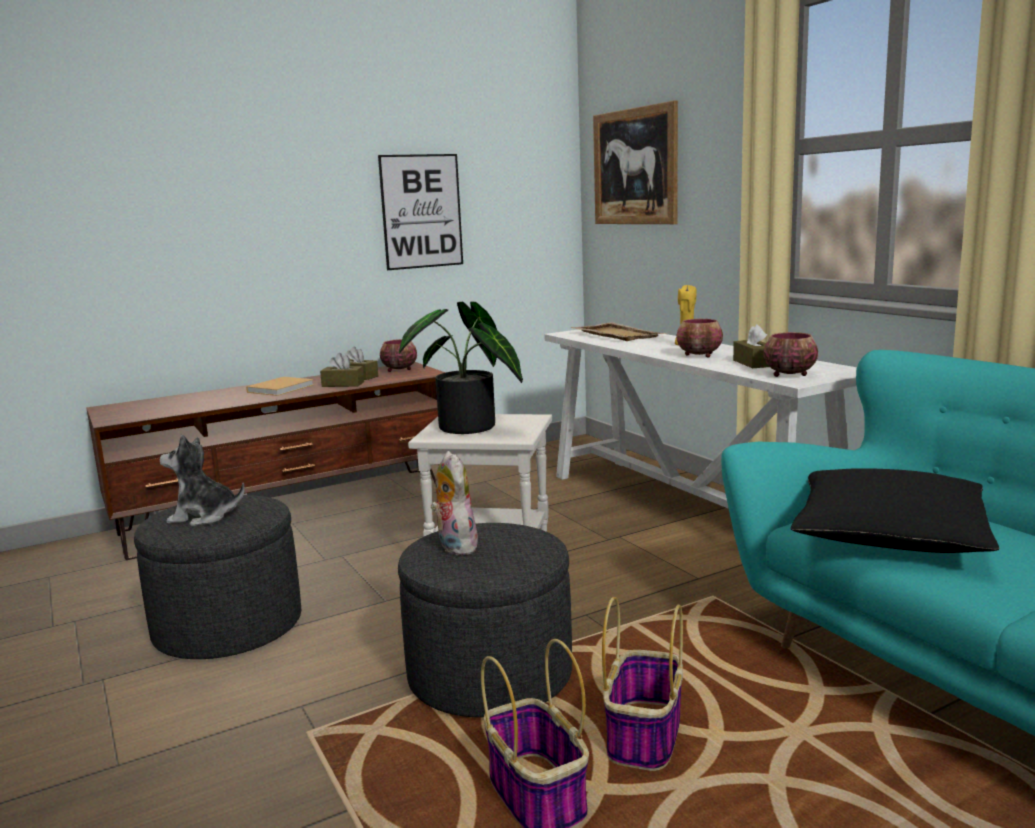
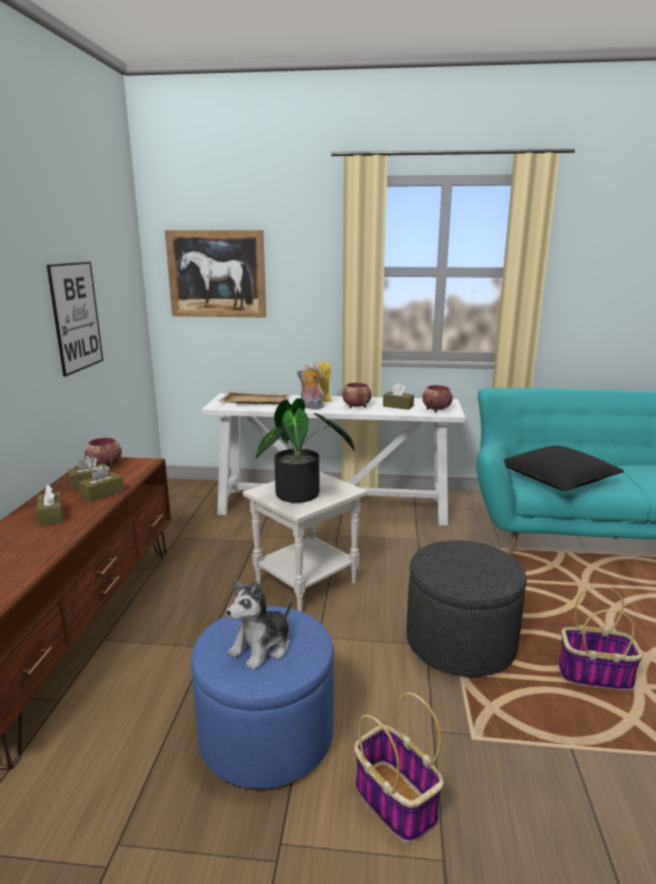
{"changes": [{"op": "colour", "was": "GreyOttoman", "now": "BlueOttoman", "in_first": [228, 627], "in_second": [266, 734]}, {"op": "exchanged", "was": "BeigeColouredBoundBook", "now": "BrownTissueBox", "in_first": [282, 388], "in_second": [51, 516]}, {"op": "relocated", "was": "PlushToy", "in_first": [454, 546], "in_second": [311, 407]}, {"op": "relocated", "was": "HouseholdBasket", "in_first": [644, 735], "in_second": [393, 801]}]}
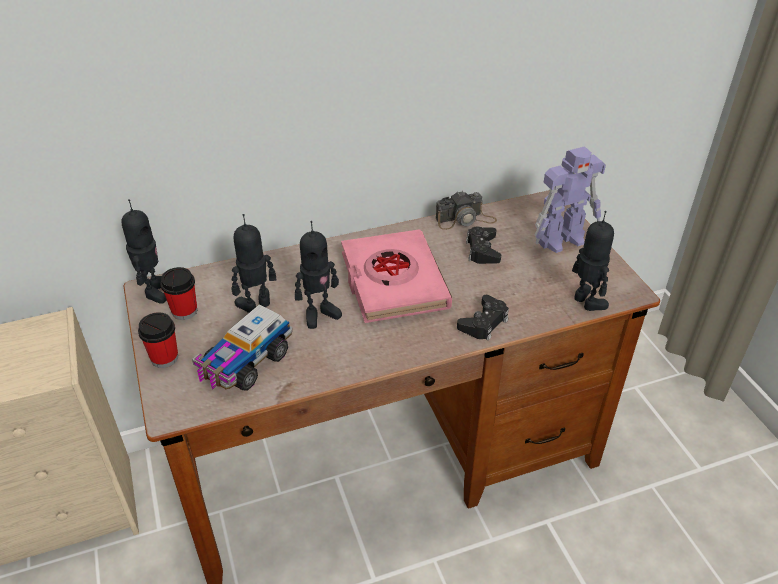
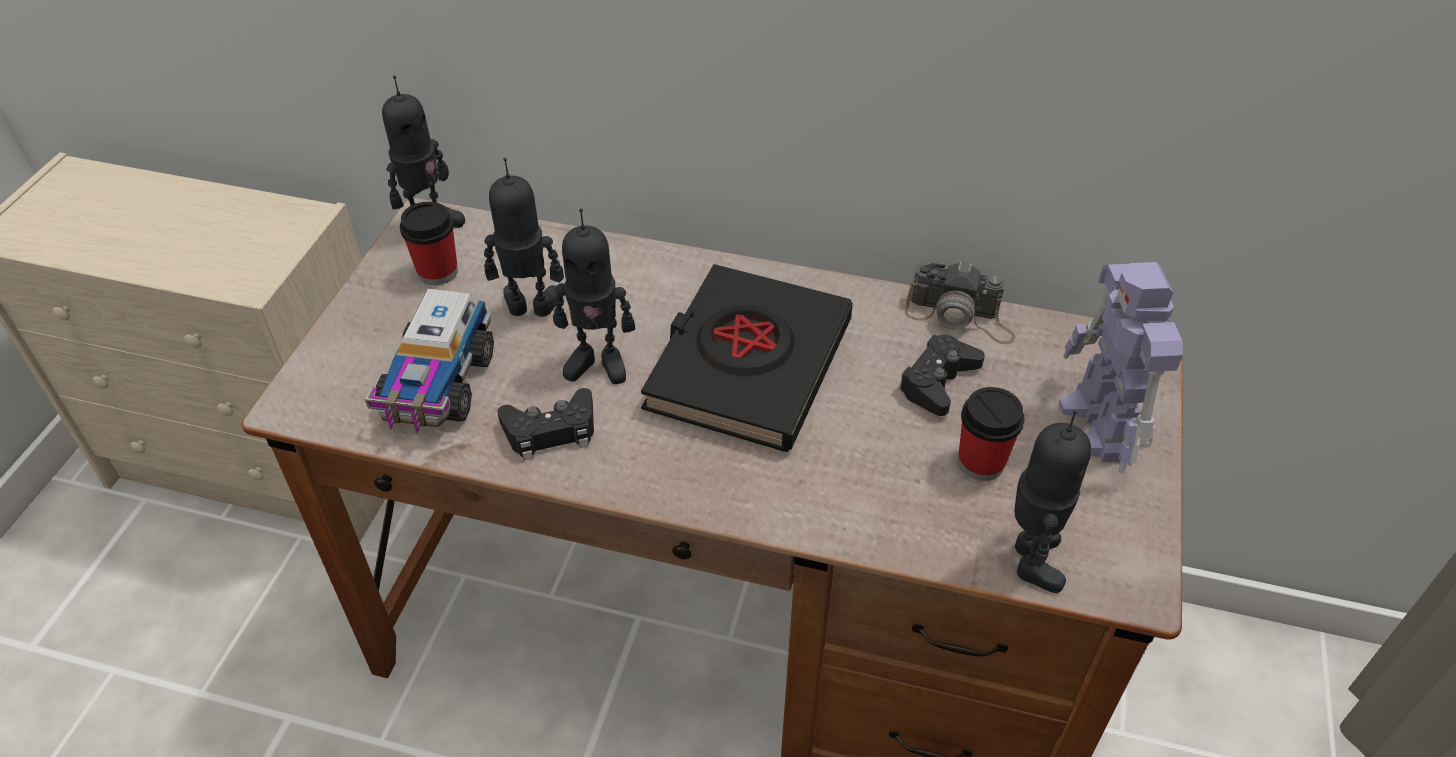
{"changes": [{"op": "relocated", "was": "SmallCup", "in_first": [164, 358], "in_second": [981, 463]}, {"op": "spun", "was": "ToyLorry", "in_first": [245, 363], "in_second": [438, 385], "clockwise": -60}, {"op": "colour", "was": "PinkBoundBook", "now": "BlackColouredBoundBook", "in_first": [393, 282], "in_second": [747, 365]}, {"op": "relocated", "was": "BlackColouredGamepad", "in_first": [484, 323], "in_second": [551, 431]}, {"op": "spun", "was": "RobotFigure", "in_first": [562, 239], "in_second": [1099, 428], "clockwise": 75}]}
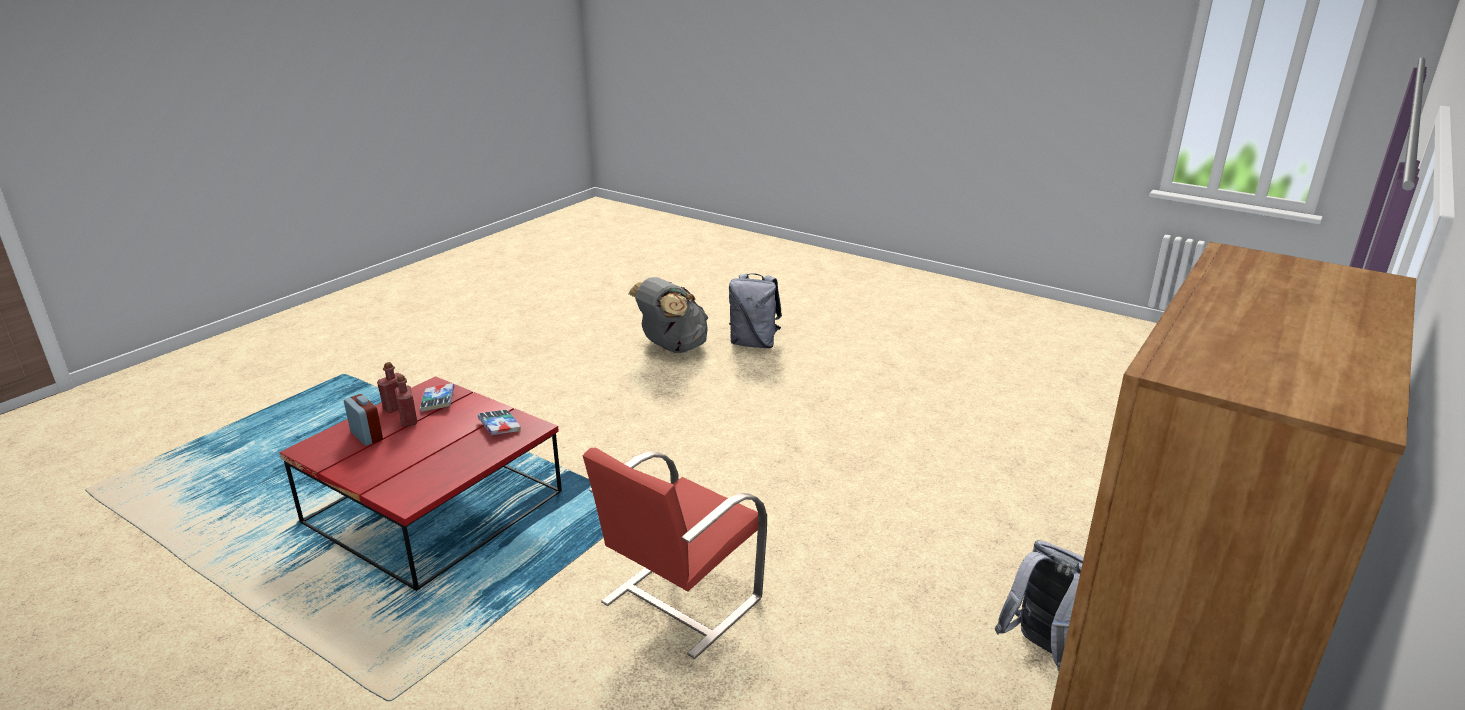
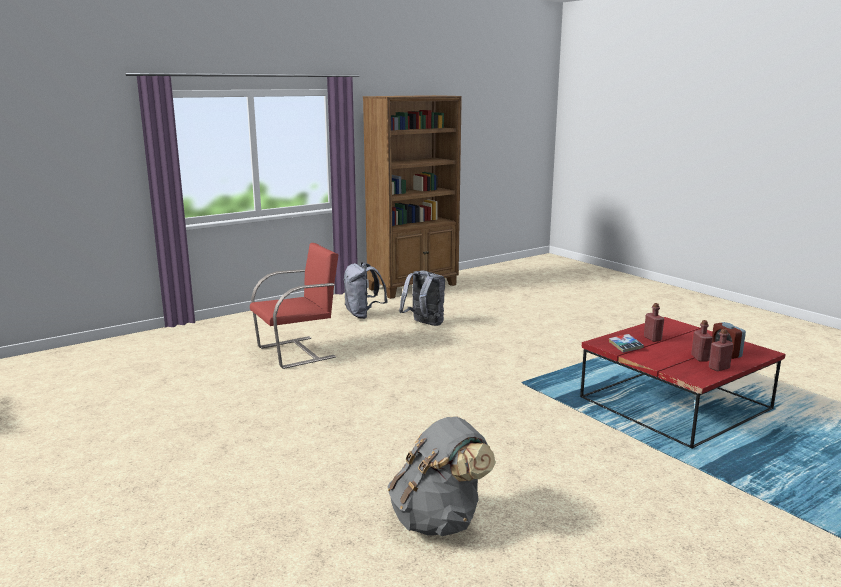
{"changes": [{"op": "missing", "was": "BoundBook", "in_first": [438, 401]}, {"op": "relocated", "was": "RedChair", "in_first": [679, 601], "in_second": [298, 352]}, {"op": "relocated", "was": "GreyBackpack", "in_first": [754, 343], "in_second": [424, 324]}, {"op": "appeared", "now": "RedBottle", "in_second": [652, 338]}]}
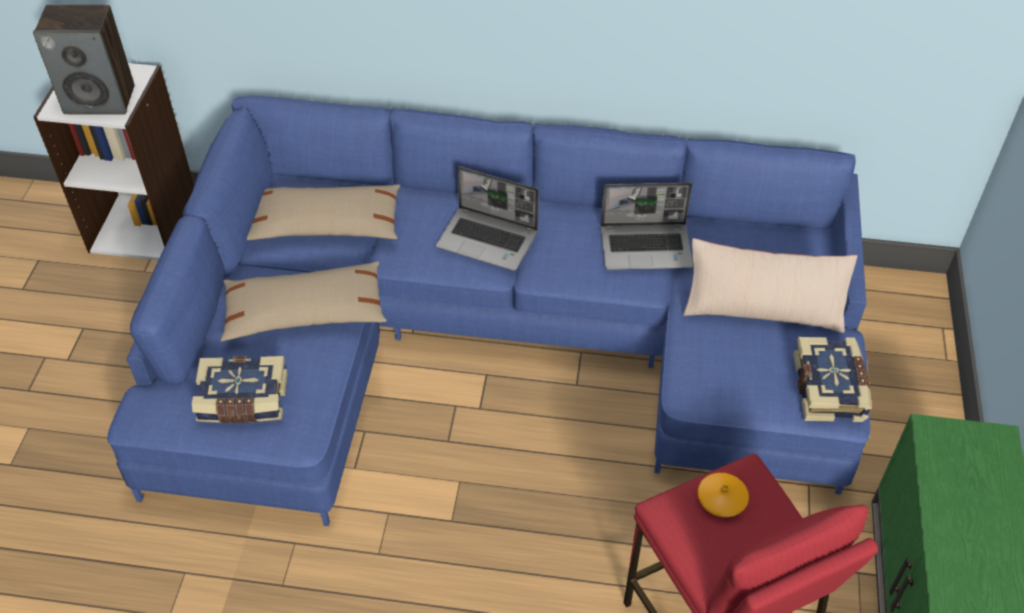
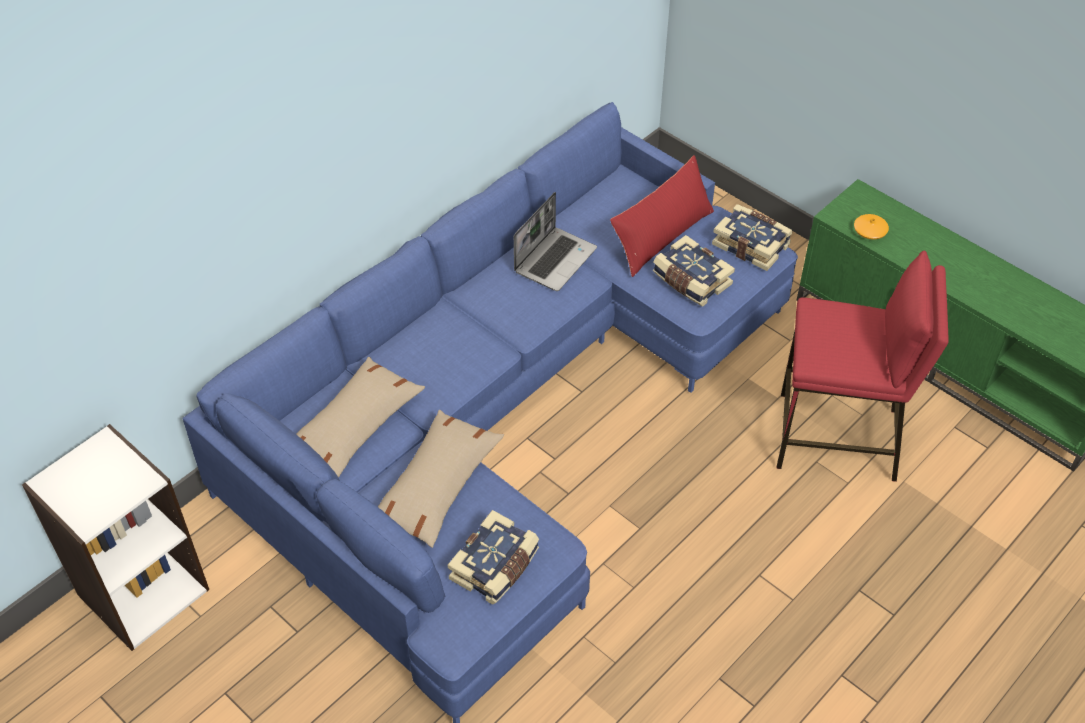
{"changes": [{"op": "missing", "was": "Speaker", "in_first": [100, 99]}, {"op": "missing", "was": "NotebookComputer", "in_first": [489, 240]}, {"op": "colour", "was": "BeigeColouredThrowPillow", "now": "RedThrowPillow", "in_first": [762, 309], "in_second": [661, 236]}, {"op": "relocated", "was": "OrangeyFlowerVase", "in_first": [721, 499], "in_second": [870, 230]}, {"op": "appeared", "now": "BoundBook", "in_second": [690, 281]}]}
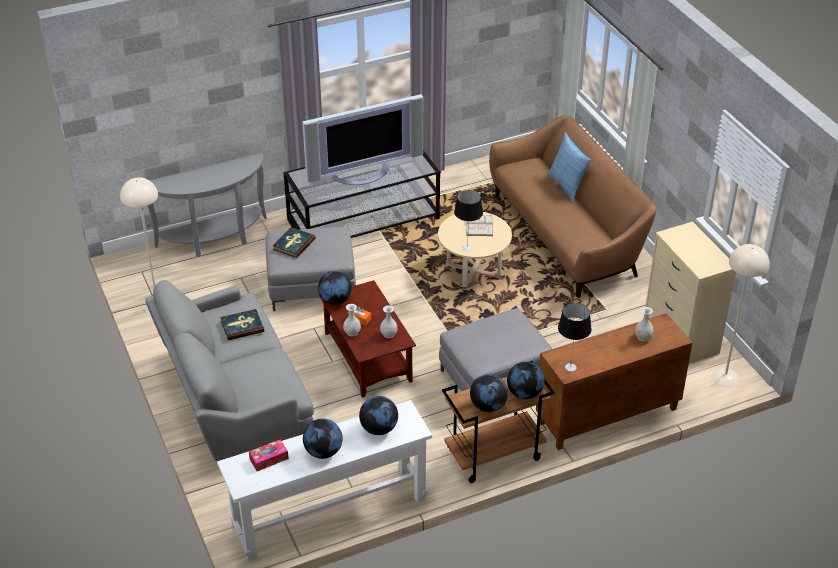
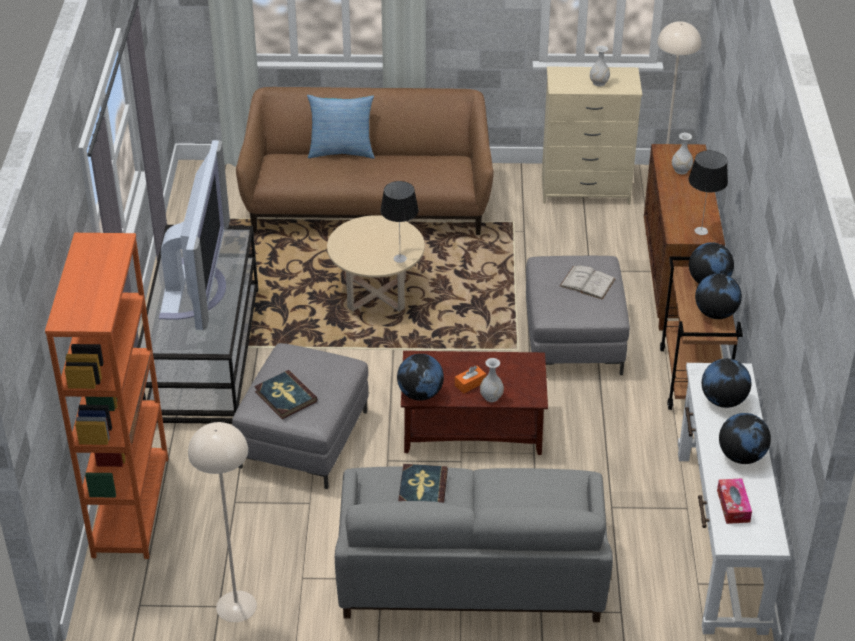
{"changes": [{"op": "exchanged", "was": "GreyNarrowTable", "now": "OrangeyBookcase", "in_first": [215, 240], "in_second": [131, 506]}, {"op": "relocated", "was": "WhiteFlowerVase", "in_first": [388, 335], "in_second": [599, 83]}, {"op": "relocated", "was": "WhiteBoundBook", "in_first": [479, 225], "in_second": [587, 282]}]}
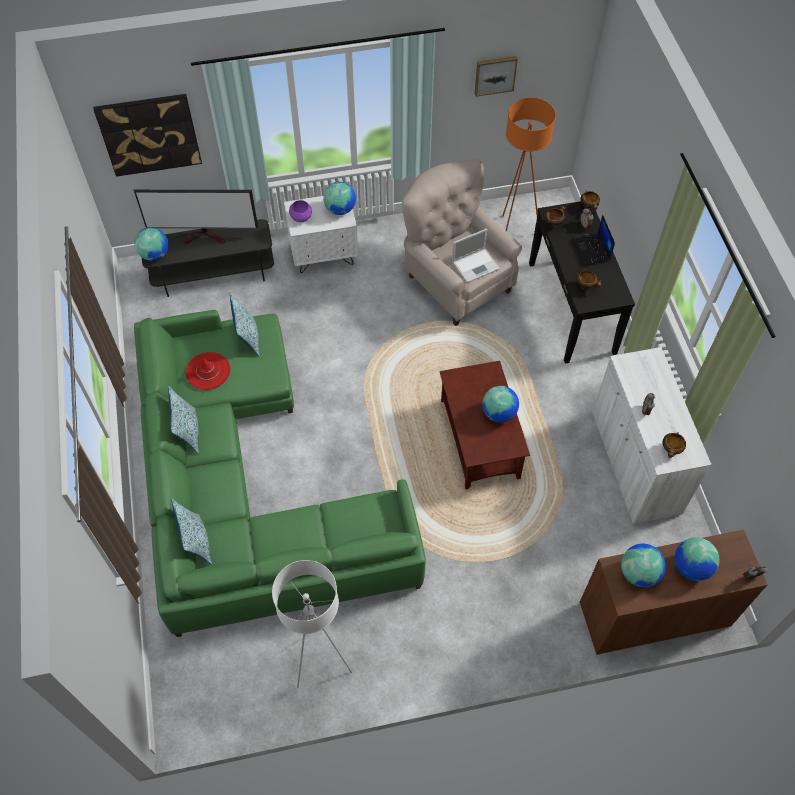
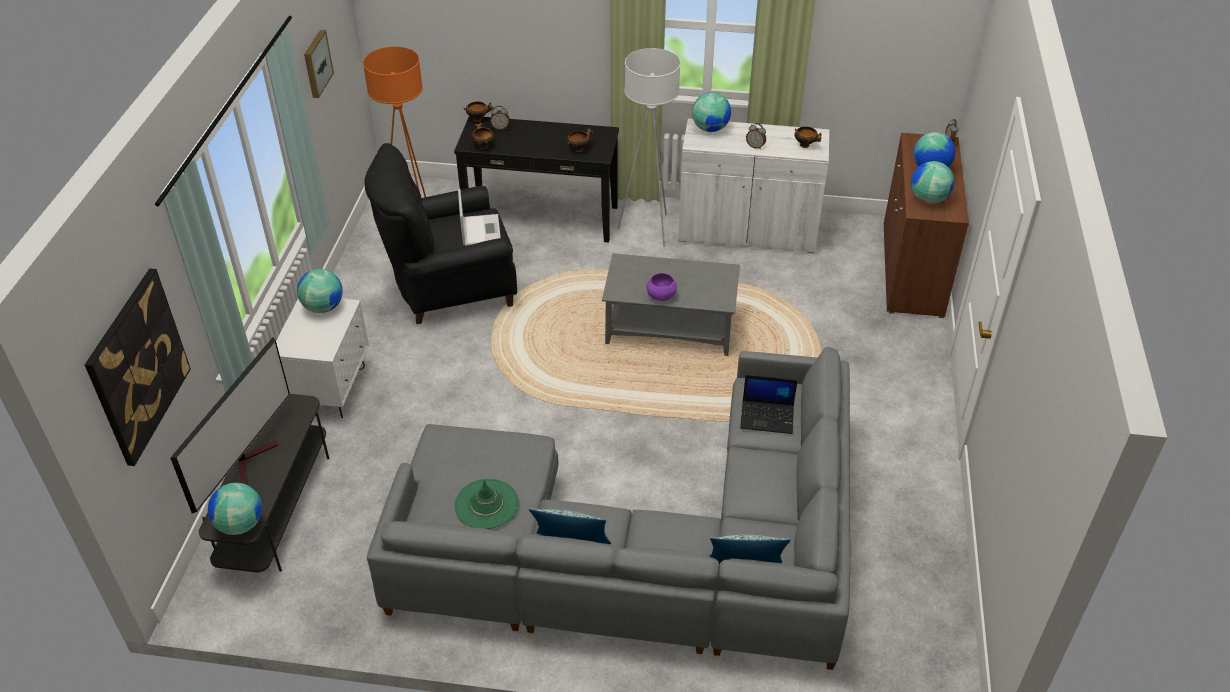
{"changes": [{"op": "colour", "was": "GreenishSofa", "now": "GreySofa", "in_first": [247, 488], "in_second": [644, 548]}, {"op": "colour", "was": "RedClothingHat", "now": "GreenishClothingHat", "in_first": [208, 371], "in_second": [486, 504]}, {"op": "missing", "was": "ThrowPillow", "in_first": [248, 338]}, {"op": "relocated", "was": "WhiteFloorLamp", "in_first": [320, 662], "in_second": [648, 230]}, {"op": "relocated", "was": "PurpleBowl", "in_first": [301, 217], "in_second": [661, 296]}, {"op": "colour", "was": "BeigeColouredEasyChair", "now": "BlackColouredEasyChair", "in_first": [455, 281], "in_second": [450, 289]}, {"op": "colour", "was": "BrownCoffeeTable", "now": "GreyCoffeeTable", "in_first": [479, 438], "in_second": [668, 328]}, {"op": "relocated", "was": "DeskGlobe", "in_first": [499, 413], "in_second": [710, 128]}, {"op": "relocated", "was": "NotebookComputer", "in_first": [592, 249], "in_second": [768, 417]}]}
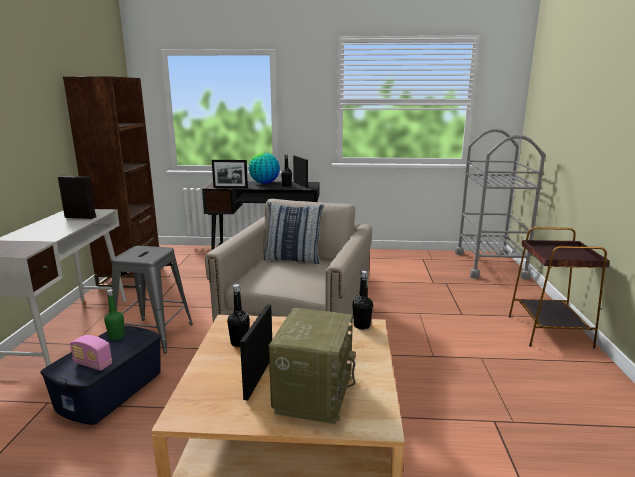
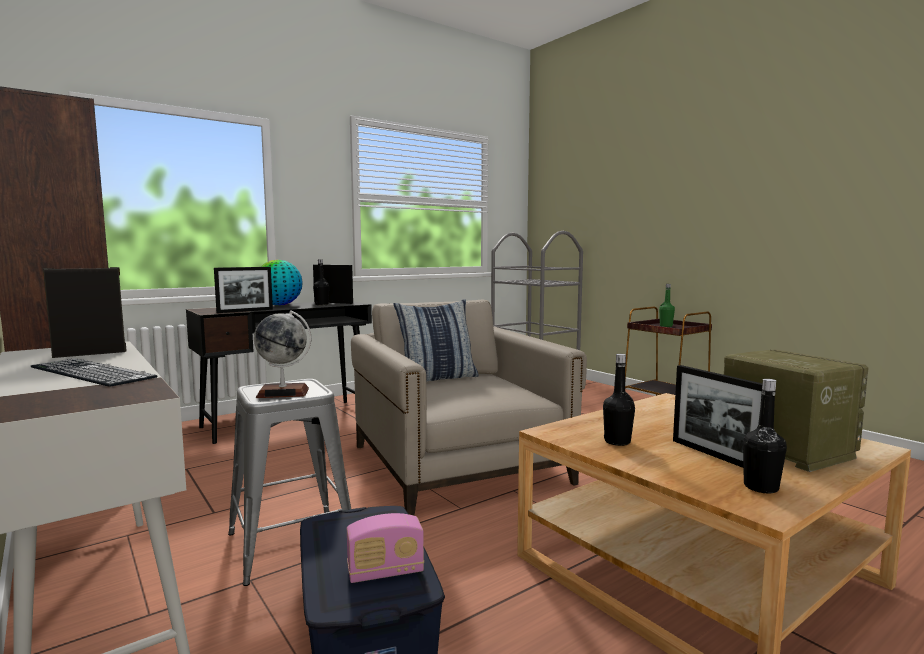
{"changes": [{"op": "relocated", "was": "GreenishBottle", "in_first": [116, 337], "in_second": [666, 326]}, {"op": "relocated", "was": "BlackColouredBottle", "in_first": [362, 325], "in_second": [761, 487]}, {"op": "appeared", "now": "PcKeyboard", "in_second": [91, 372]}, {"op": "appeared", "now": "DeskGlobe", "in_second": [283, 393]}]}
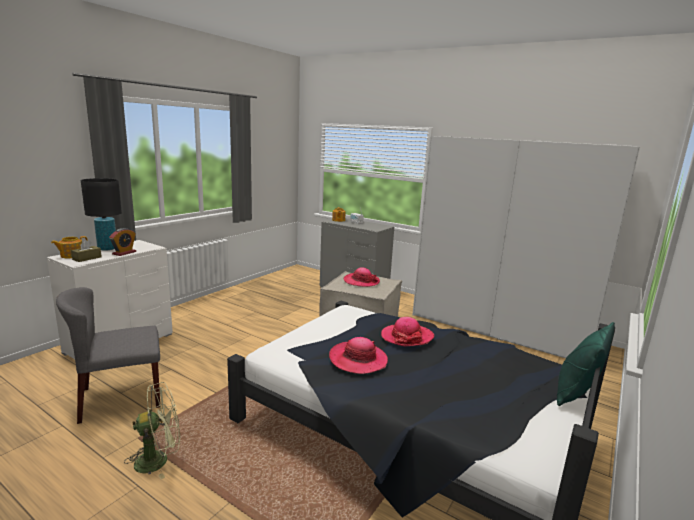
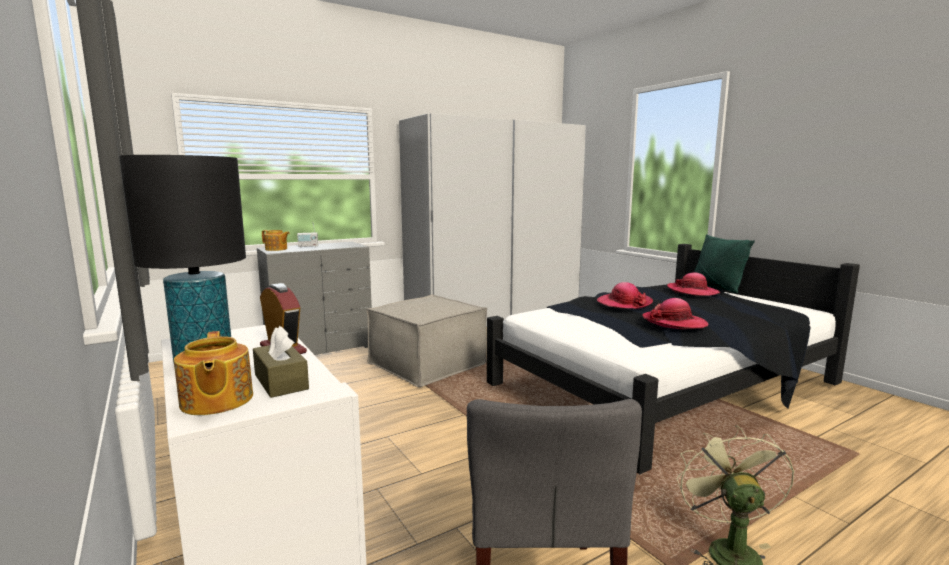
{"changes": [{"op": "relocated", "was": "ClothingHat", "in_first": [361, 281], "in_second": [692, 291]}]}
